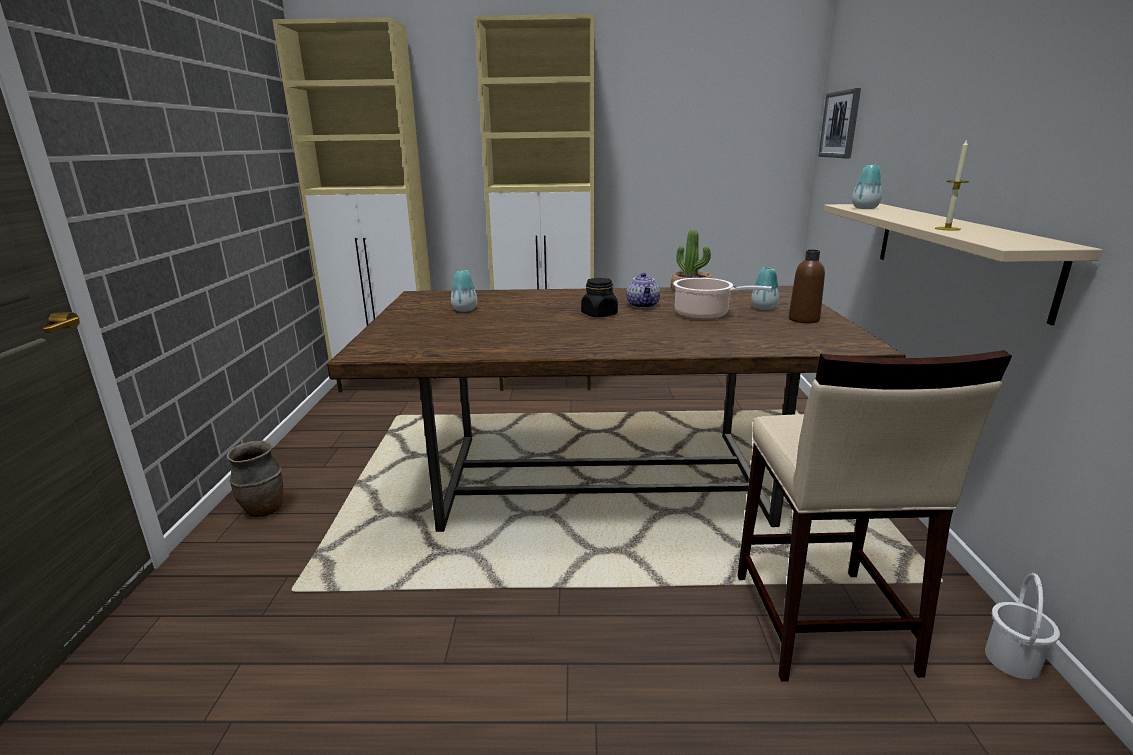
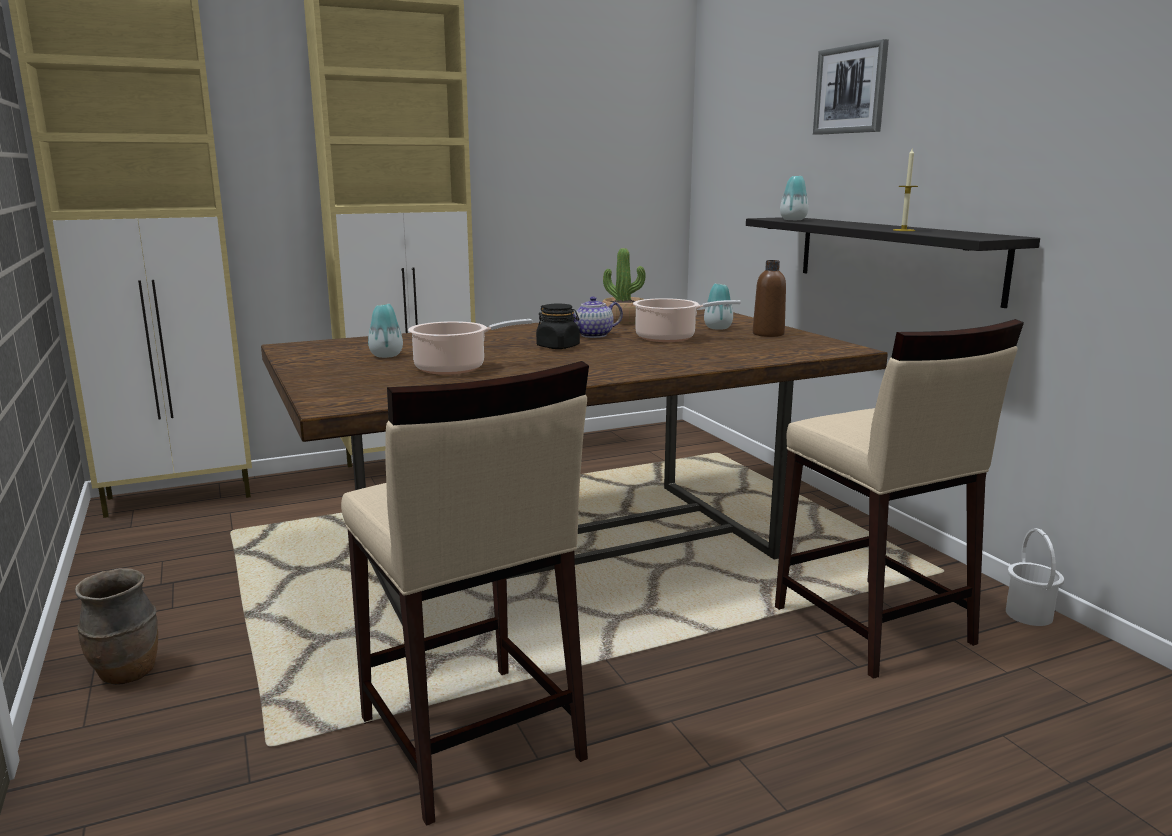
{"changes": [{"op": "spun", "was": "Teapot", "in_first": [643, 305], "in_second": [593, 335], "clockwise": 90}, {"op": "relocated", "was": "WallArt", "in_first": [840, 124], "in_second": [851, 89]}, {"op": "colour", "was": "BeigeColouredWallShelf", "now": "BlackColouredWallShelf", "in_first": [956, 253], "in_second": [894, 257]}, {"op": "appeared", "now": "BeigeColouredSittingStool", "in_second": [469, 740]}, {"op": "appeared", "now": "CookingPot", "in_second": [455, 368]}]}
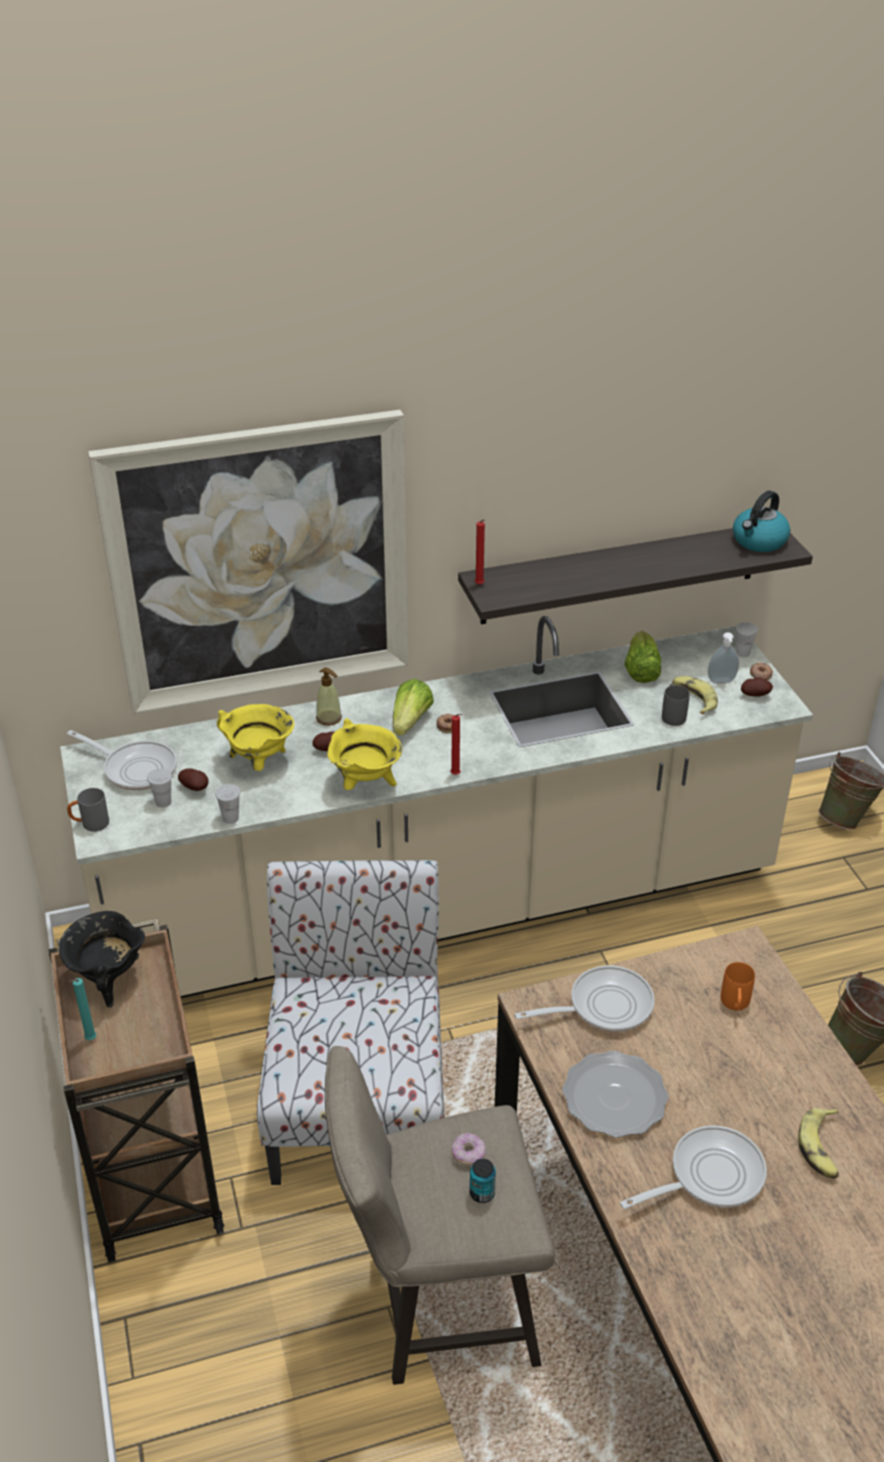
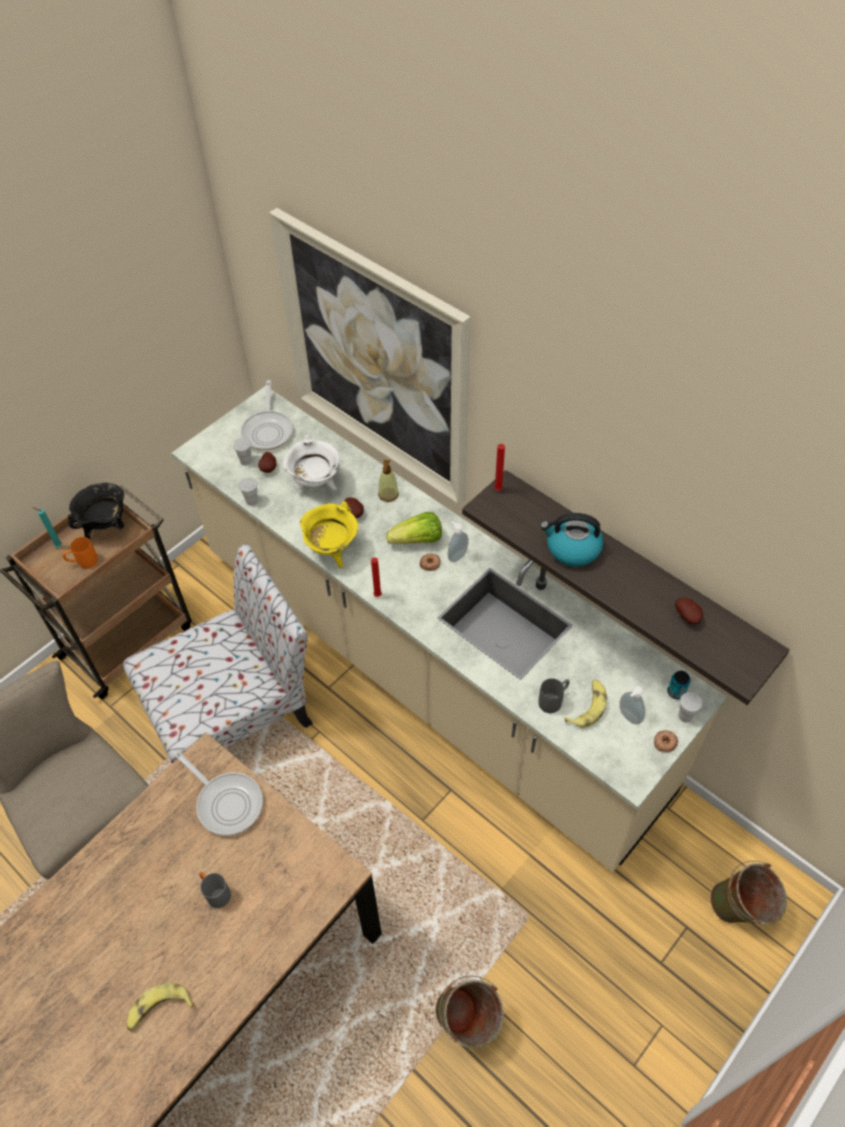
{"changes": [{"op": "relocated", "was": "GreyTeaMug", "in_first": [90, 824], "in_second": [215, 893]}, {"op": "colour", "was": "YellowColouredCookingPot", "now": "WhiteCookingPot", "in_first": [259, 762], "in_second": [316, 484]}, {"op": "missing", "was": "RingDoughnut", "in_first": [468, 1154]}, {"op": "relocated", "was": "Can", "in_first": [482, 1193], "in_second": [676, 692]}, {"op": "missing", "was": "Plate", "in_first": [615, 1097]}, {"op": "missing", "was": "Skillet", "in_first": [709, 1176]}, {"op": "missing", "was": "LettuceHead", "in_first": [641, 670]}, {"op": "relocated", "was": "OrangeyTeaMug", "in_first": [735, 1005], "in_second": [83, 562]}, {"op": "relocated", "was": "Kettle", "in_first": [759, 541], "in_second": [572, 549]}, {"op": "relocated", "was": "Spud", "in_first": [755, 695], "in_second": [688, 617]}, {"op": "appeared", "now": "SoapBottle", "in_second": [456, 556]}]}
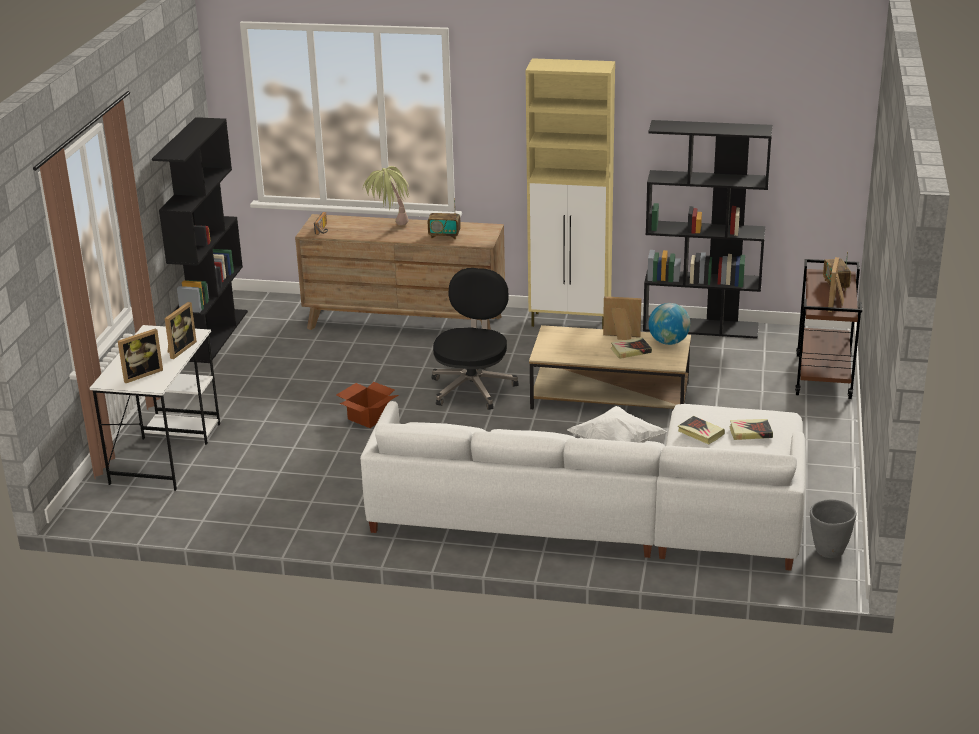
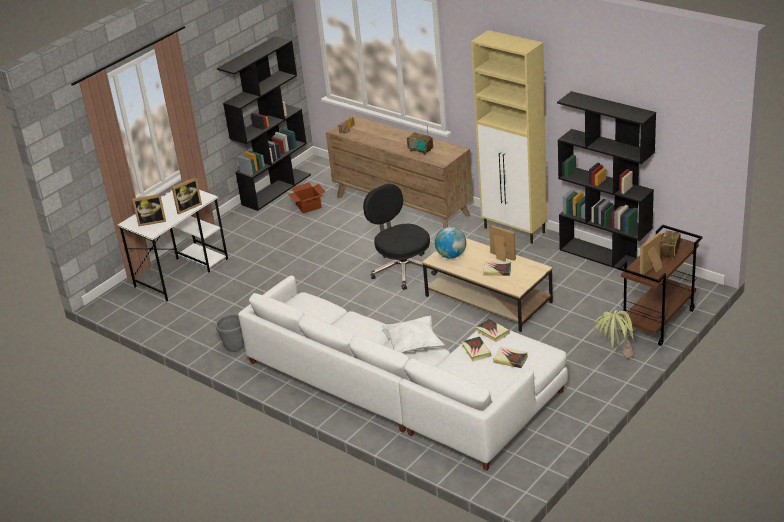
{"changes": [{"op": "relocated", "was": "PackingBox", "in_first": [368, 416], "in_second": [308, 206]}, {"op": "relocated", "was": "Houseplant", "in_first": [389, 228], "in_second": [615, 358]}, {"op": "spun", "was": "BlackColouredDeskChair", "in_first": [473, 388], "in_second": [402, 270], "clockwise": -75}, {"op": "relocated", "was": "DeskGlobe", "in_first": [668, 342], "in_second": [451, 255]}, {"op": "relocated", "was": "GreyPlantPot", "in_first": [828, 551], "in_second": [235, 347]}, {"op": "appeared", "now": "BoundBook", "in_second": [492, 332]}]}
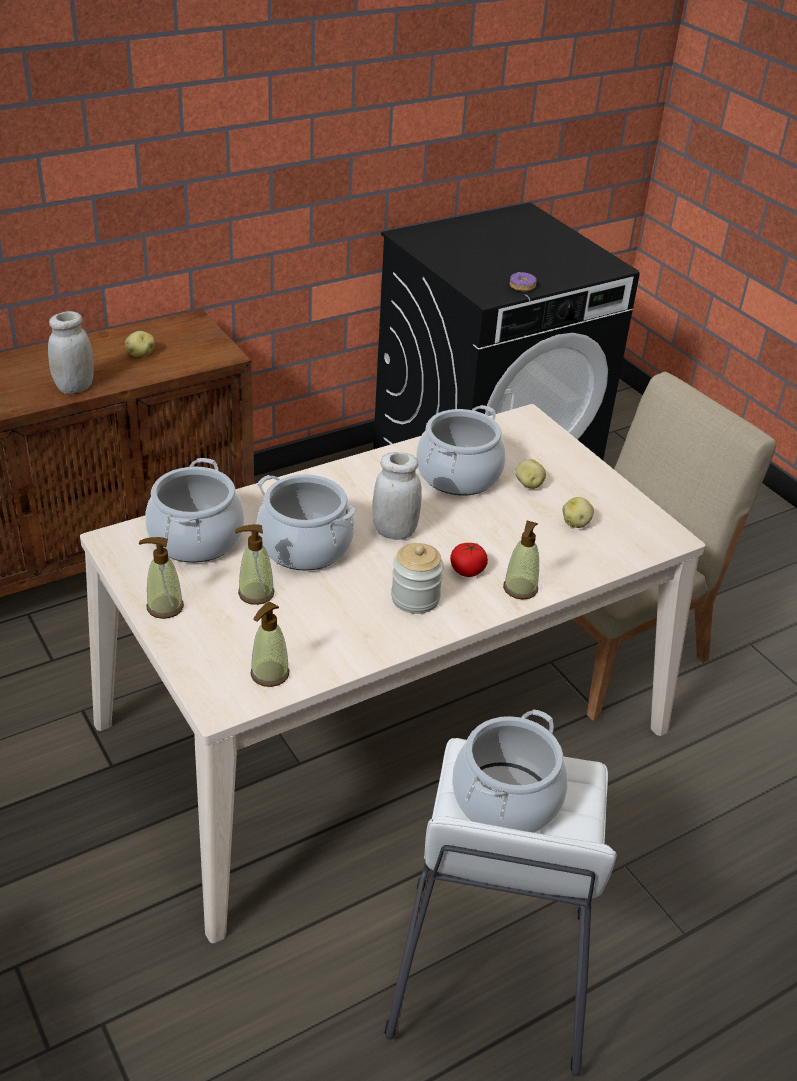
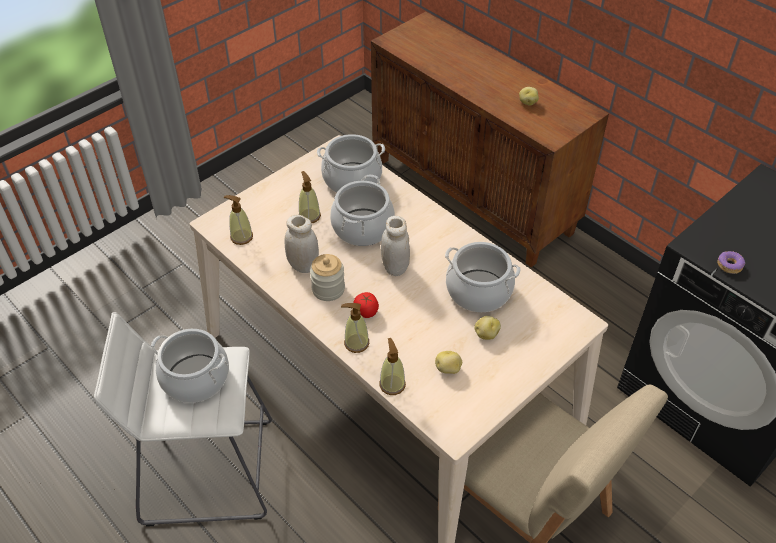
{"changes": [{"op": "relocated", "was": "WhiteJar", "in_first": [74, 387], "in_second": [303, 265]}, {"op": "relocated", "was": "SoapBottle", "in_first": [164, 607], "in_second": [392, 384]}]}
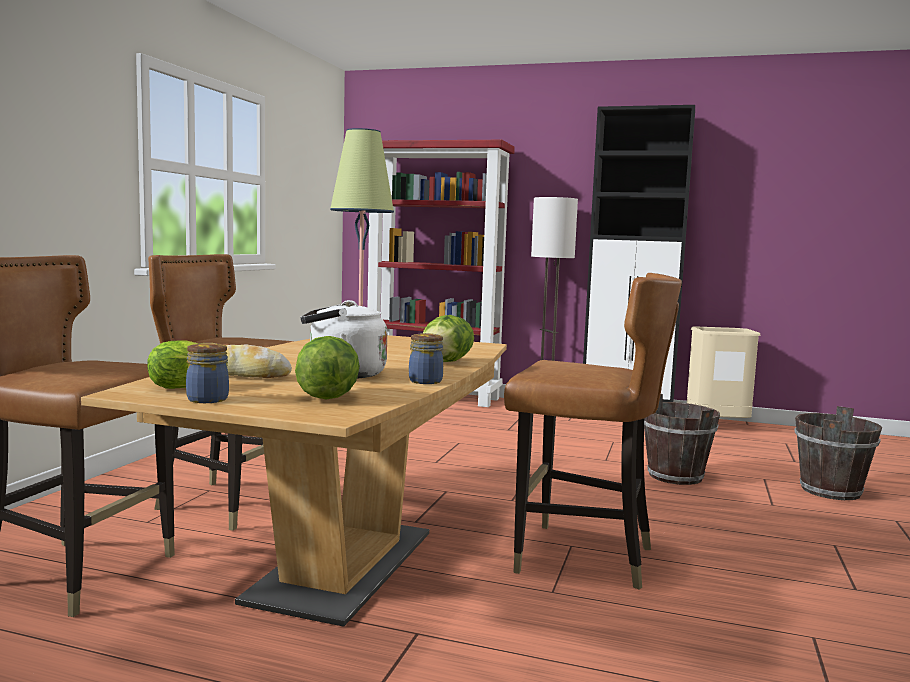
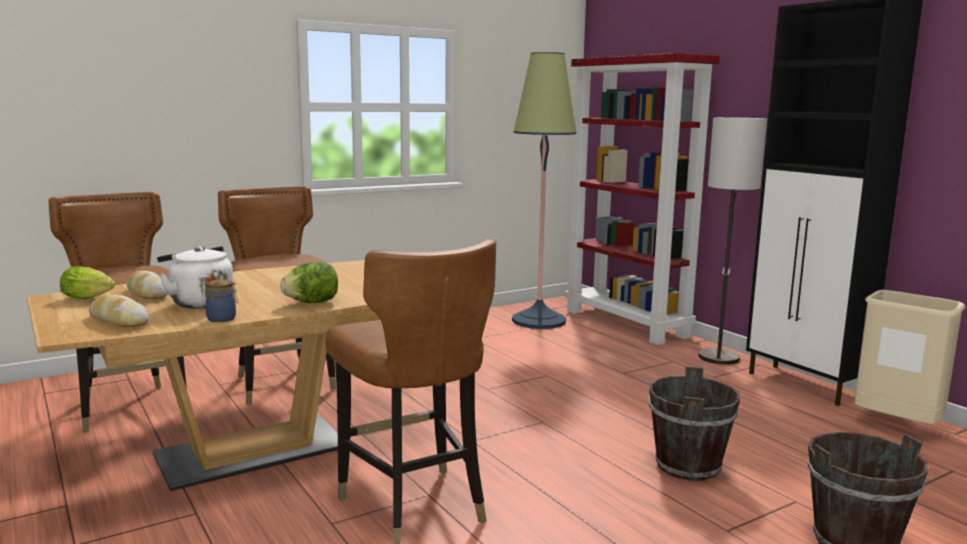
{"changes": [{"op": "missing", "was": "Jar", "in_first": [208, 399]}, {"op": "exchanged", "was": "LettuceHead", "now": "BakedBread", "in_first": [327, 397], "in_second": [119, 320]}]}
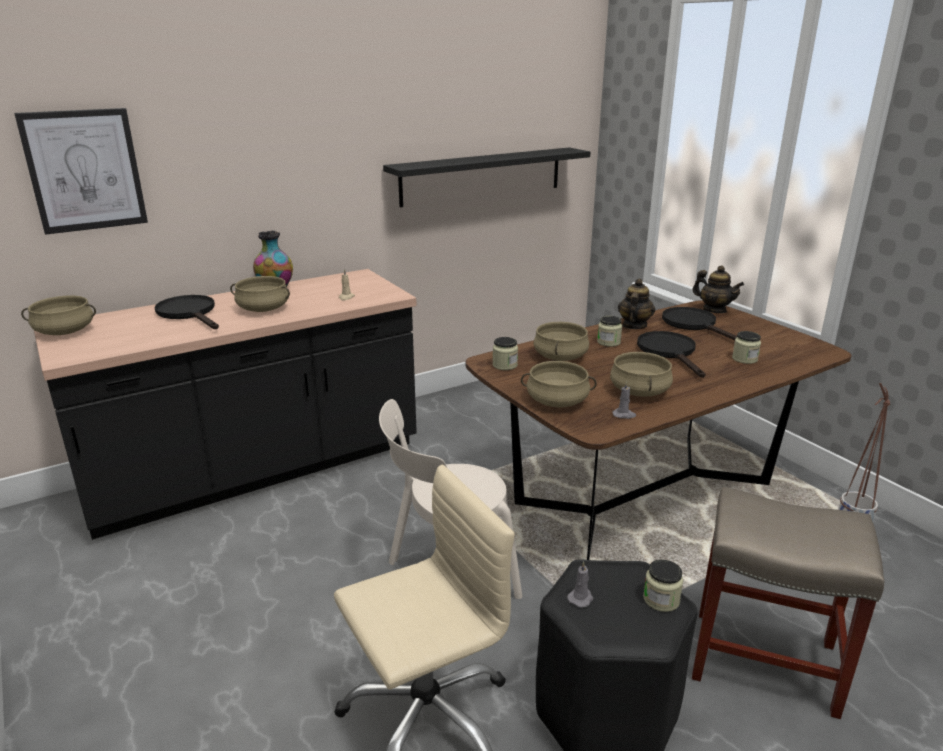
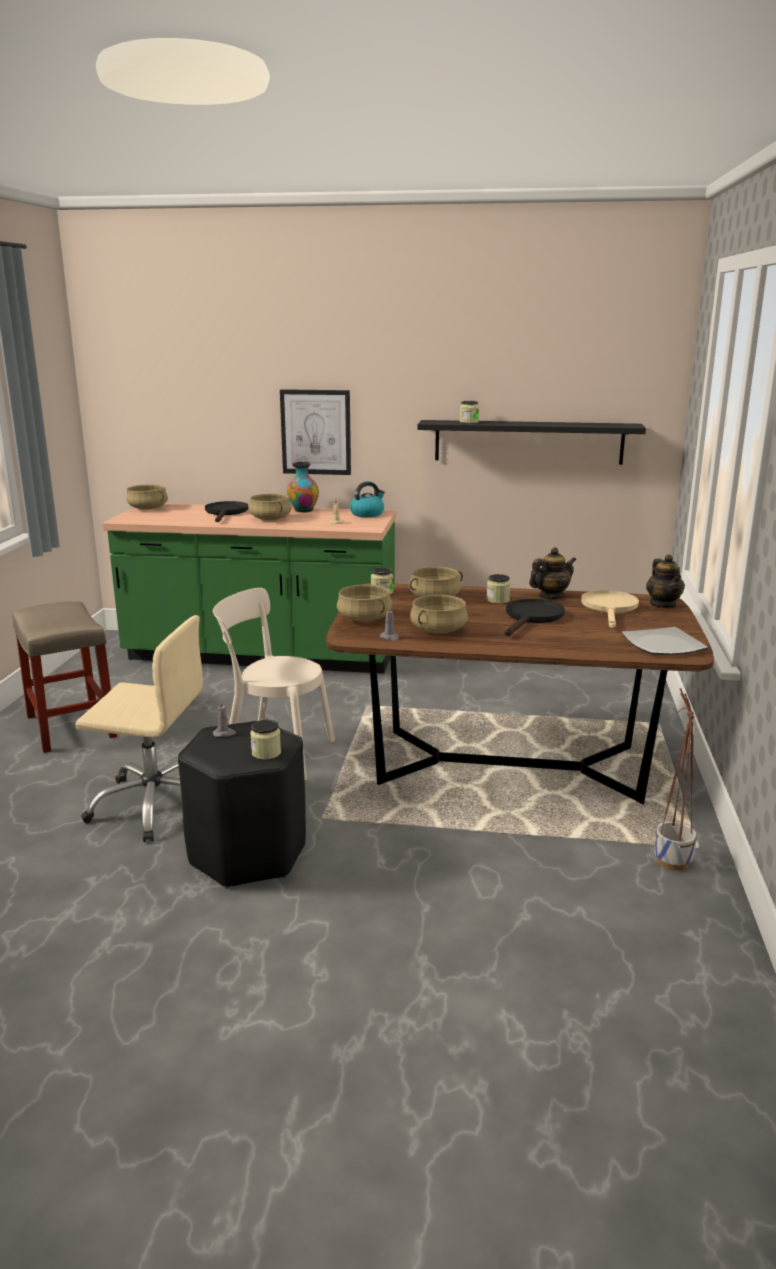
{"changes": [{"op": "relocated", "was": "WallArt", "in_first": [85, 170], "in_second": [316, 432]}, {"op": "colour", "was": "BlackColouredKitchenBaseUnit", "now": "GreenishKitchenBaseUnit", "in_first": [257, 472], "in_second": [261, 656]}, {"op": "colour", "was": "BlackColouredSkillet", "now": "BeigeColouredSkillet", "in_first": [694, 325], "in_second": [610, 608]}, {"op": "relocated", "was": "BeigeColouredSittingStool", "in_first": [766, 661], "in_second": [71, 727]}, {"op": "relocated", "was": "Jar", "in_first": [744, 359], "in_second": [469, 422]}, {"op": "appeared", "now": "Kettle", "in_second": [367, 514]}, {"op": "appeared", "now": "Plate", "in_second": [663, 644]}]}
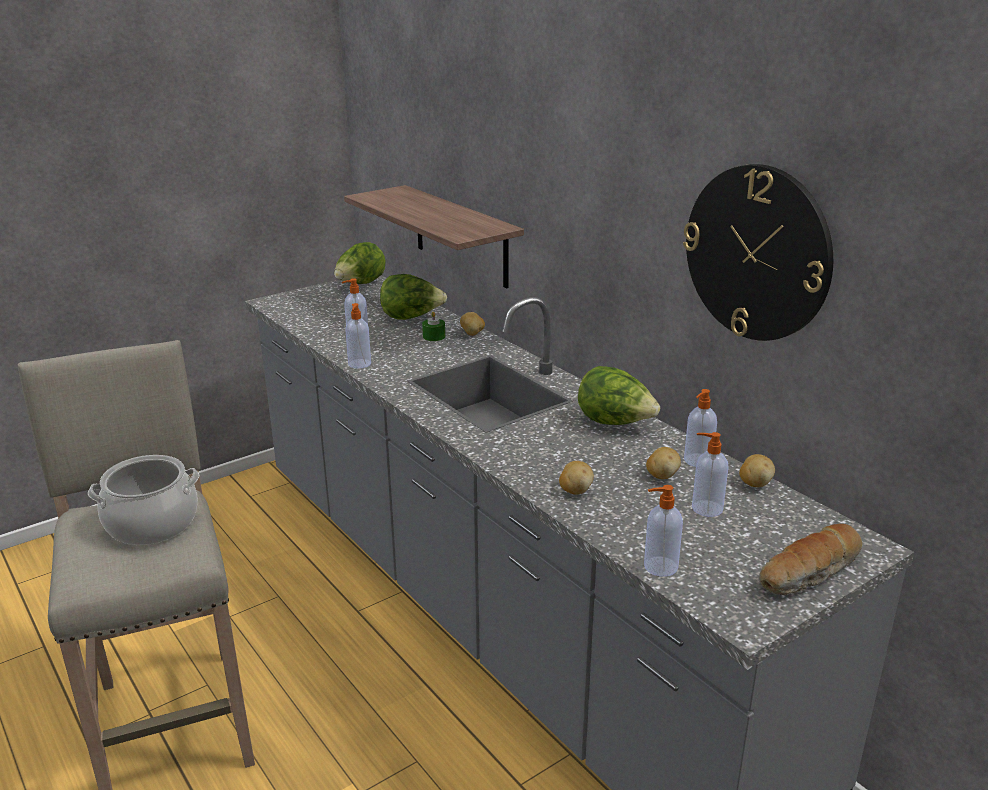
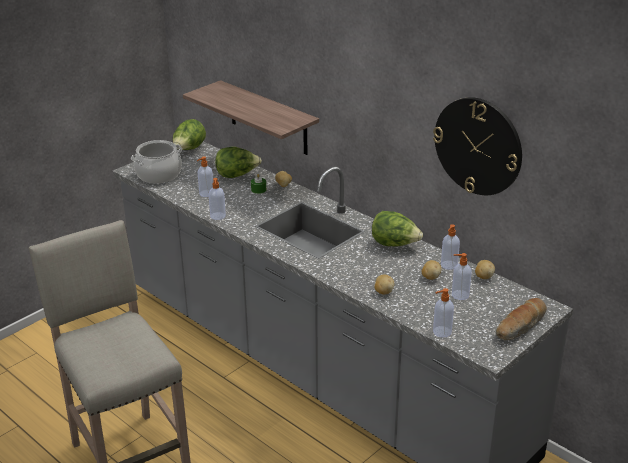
{"changes": [{"op": "relocated", "was": "CookingPot", "in_first": [152, 523], "in_second": [159, 174]}]}
